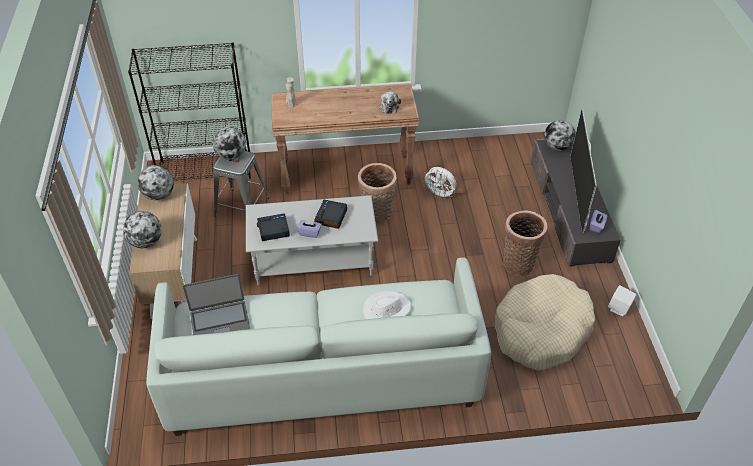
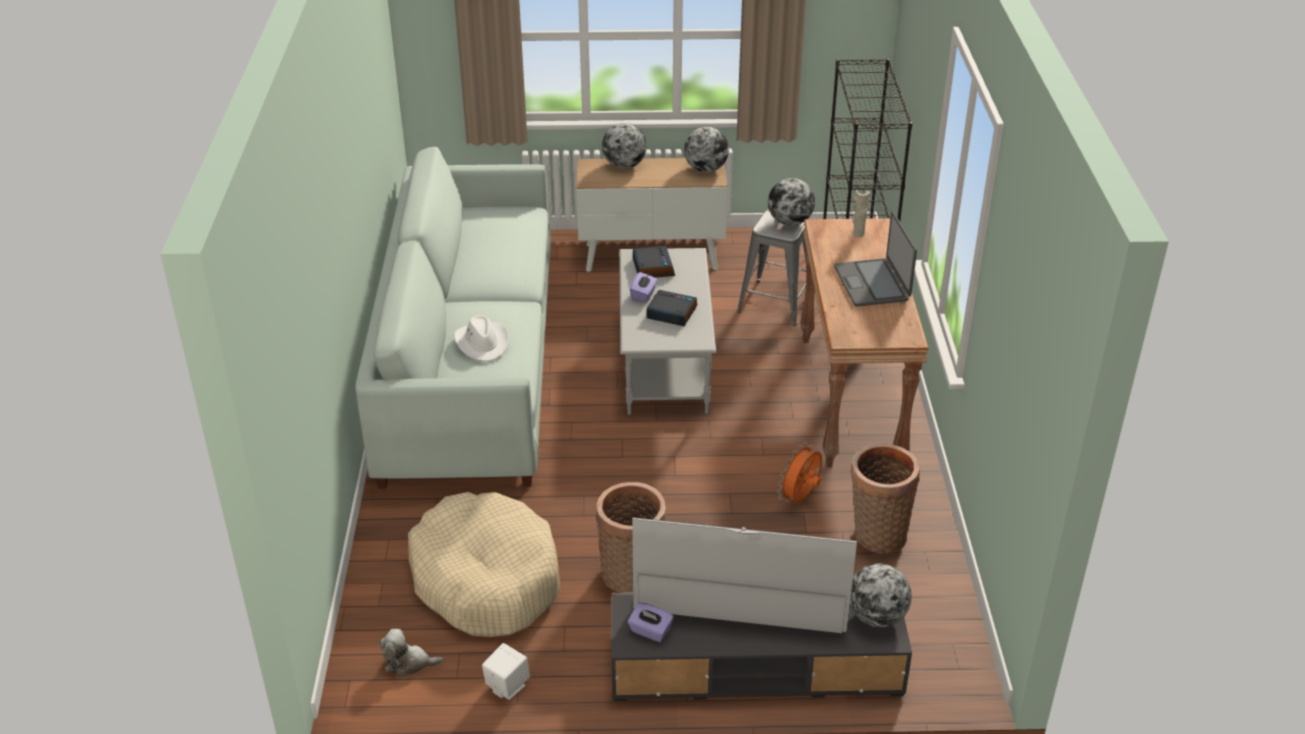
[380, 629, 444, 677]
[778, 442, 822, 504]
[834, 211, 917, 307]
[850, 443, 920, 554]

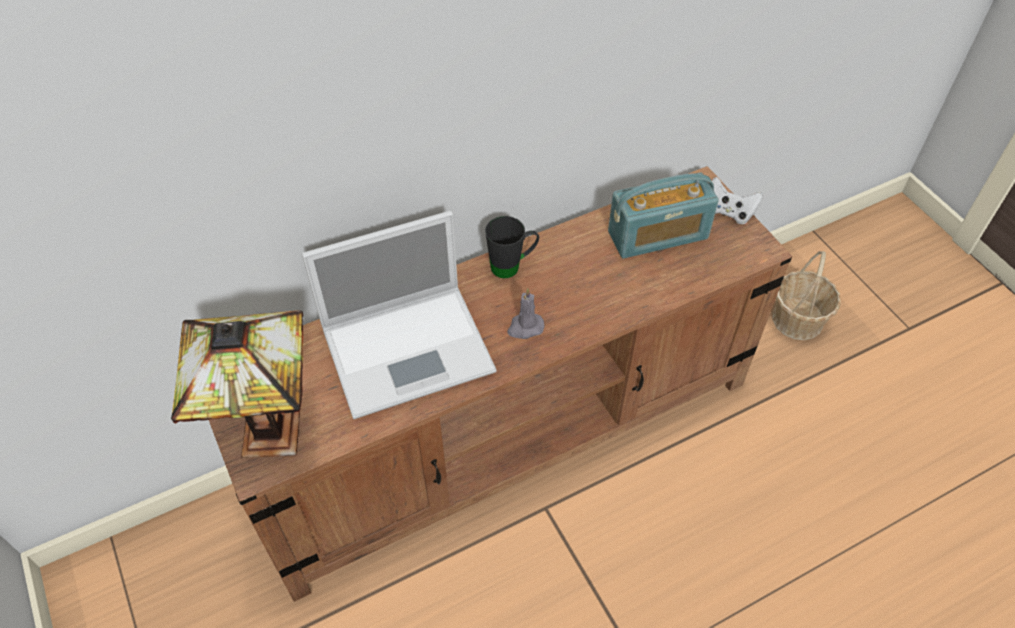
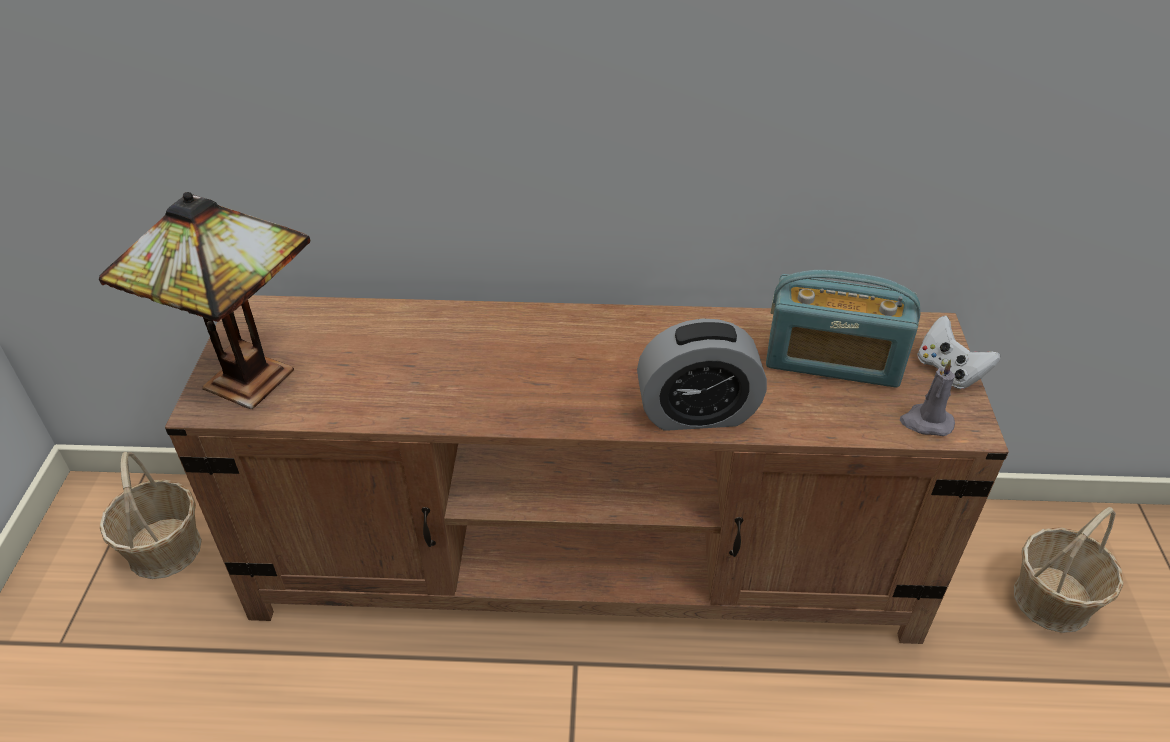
[100, 452, 202, 579]
[637, 318, 767, 431]
[900, 360, 955, 436]
[302, 211, 497, 419] (first image)
[485, 216, 539, 278] (first image)

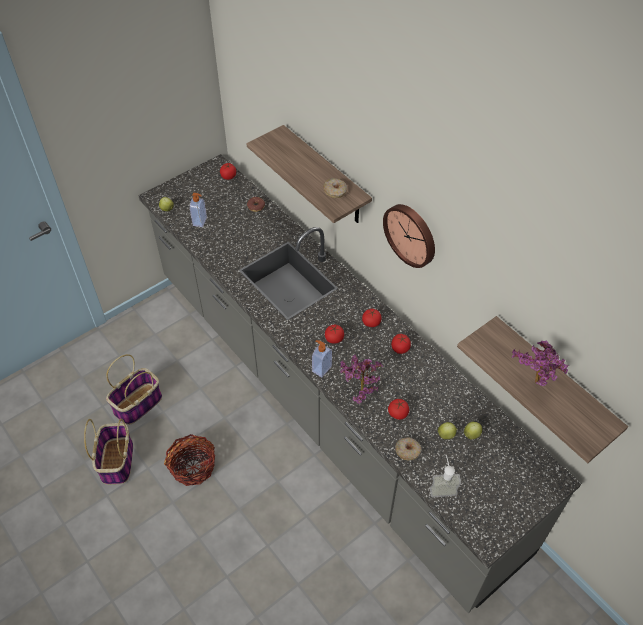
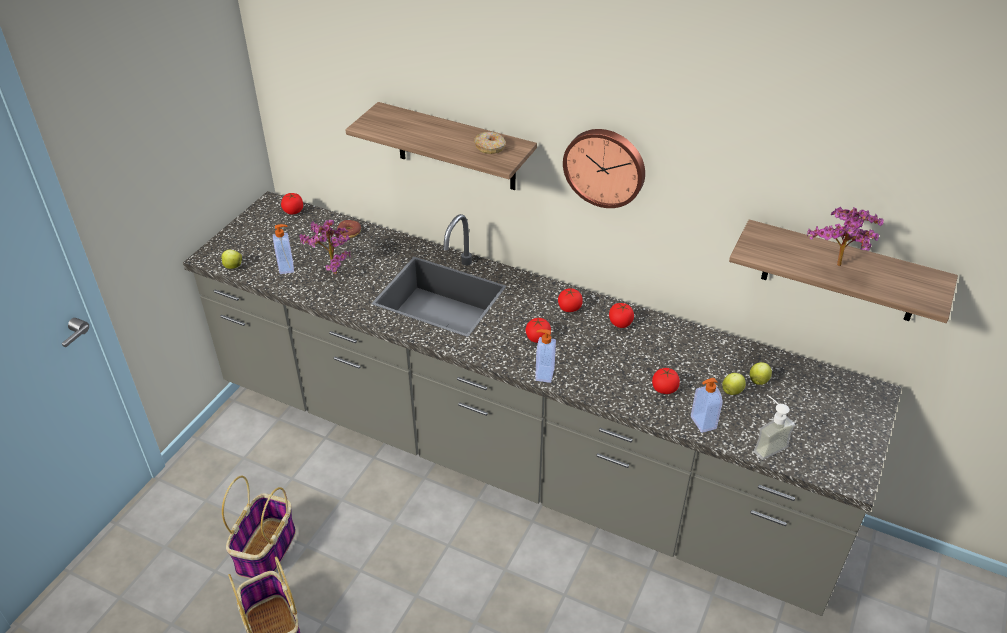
[299, 220, 350, 274]
[691, 378, 722, 433]
[164, 434, 215, 486] (first image)

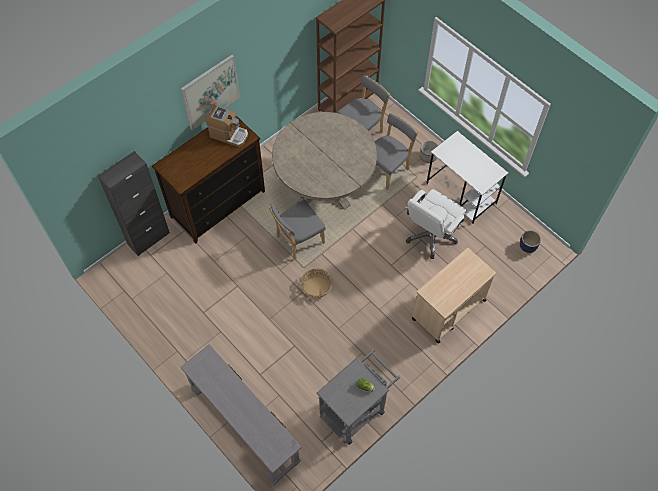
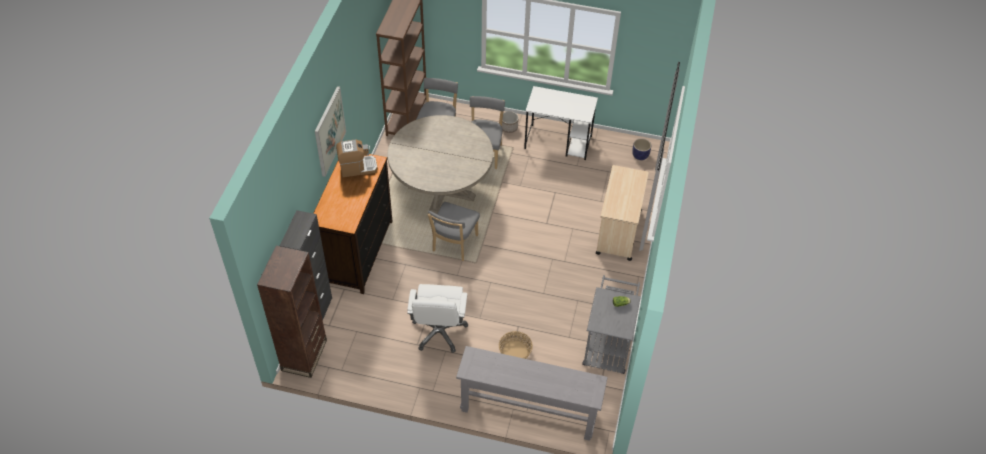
[257, 245, 327, 378]
[407, 284, 468, 353]
[499, 331, 533, 359]

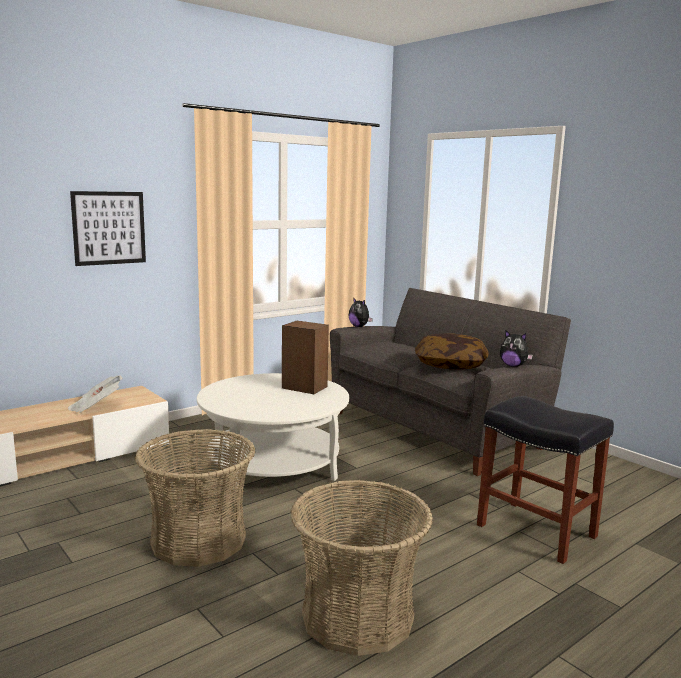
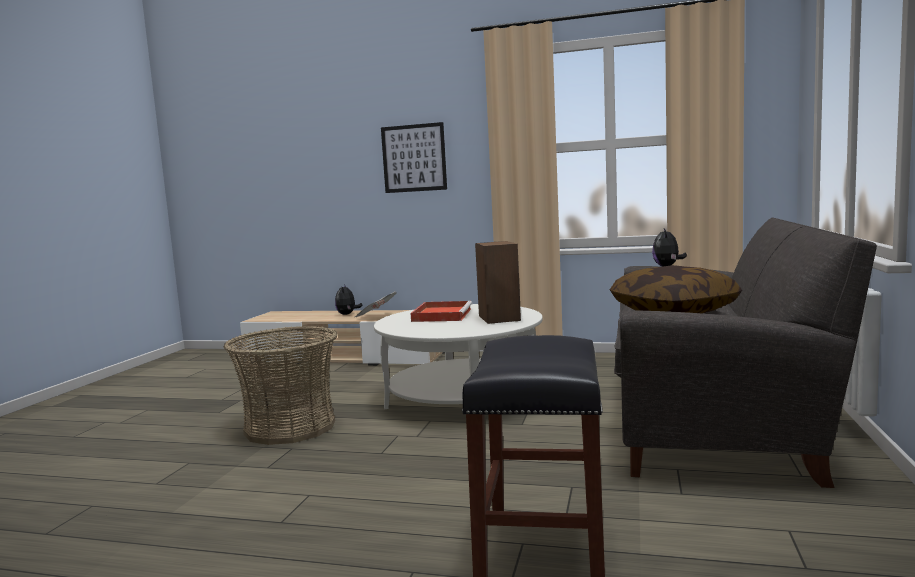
[335, 284, 362, 315]
[411, 301, 472, 322]
[290, 480, 433, 656] (first image)

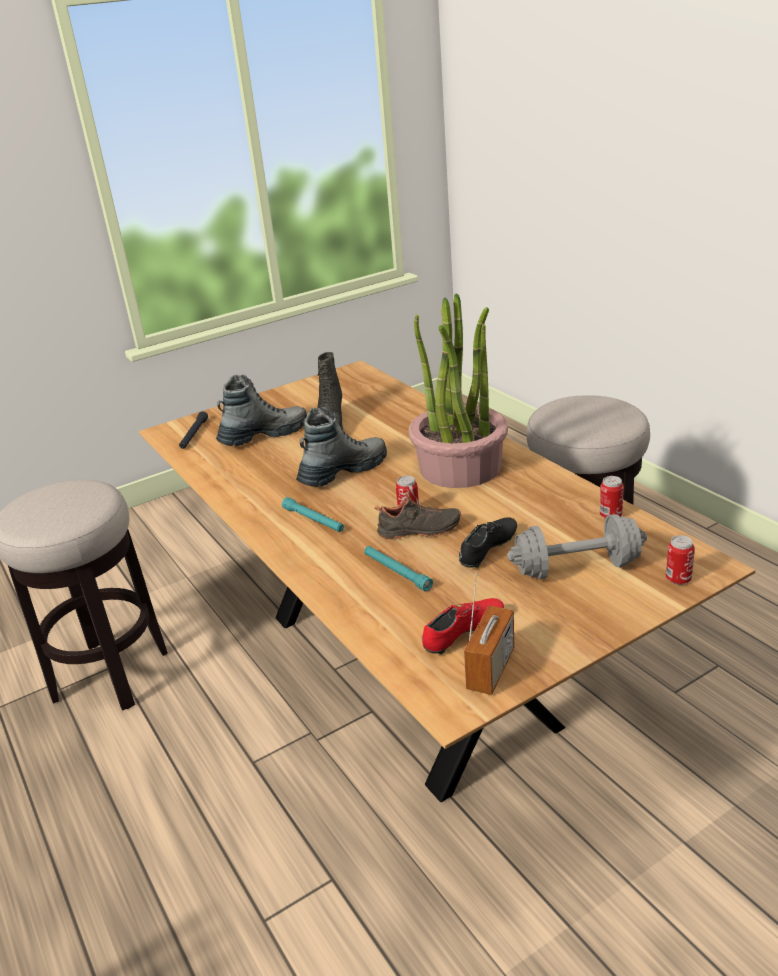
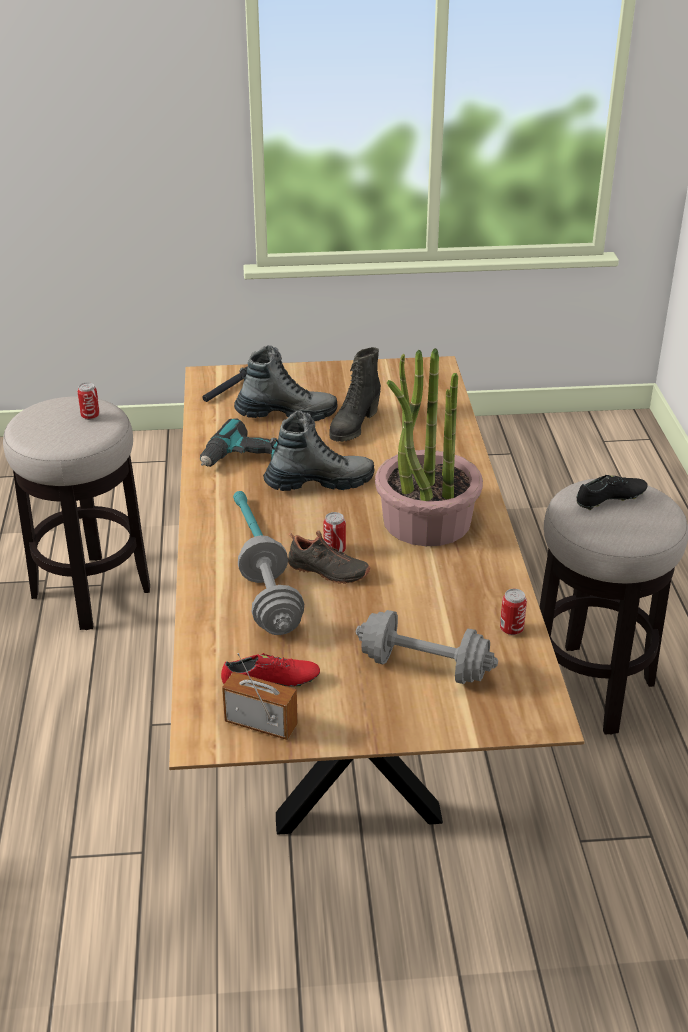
[78, 382, 100, 420]
[200, 418, 277, 467]
[222, 653, 298, 740]
[238, 535, 304, 635]
[577, 475, 648, 510]

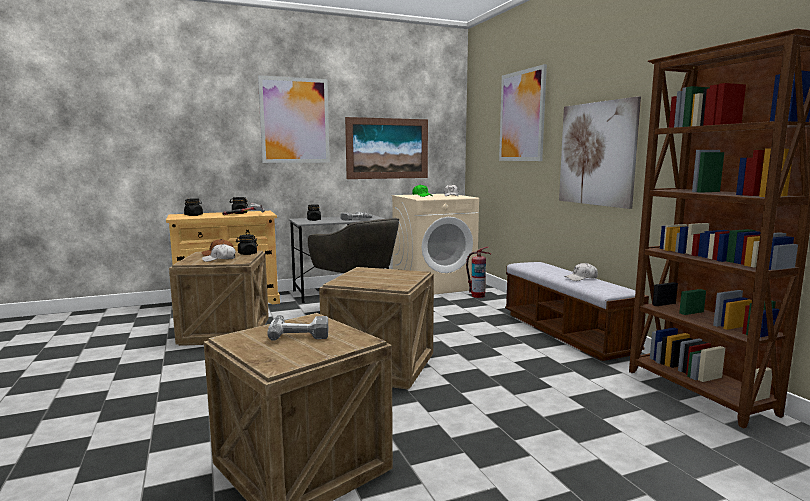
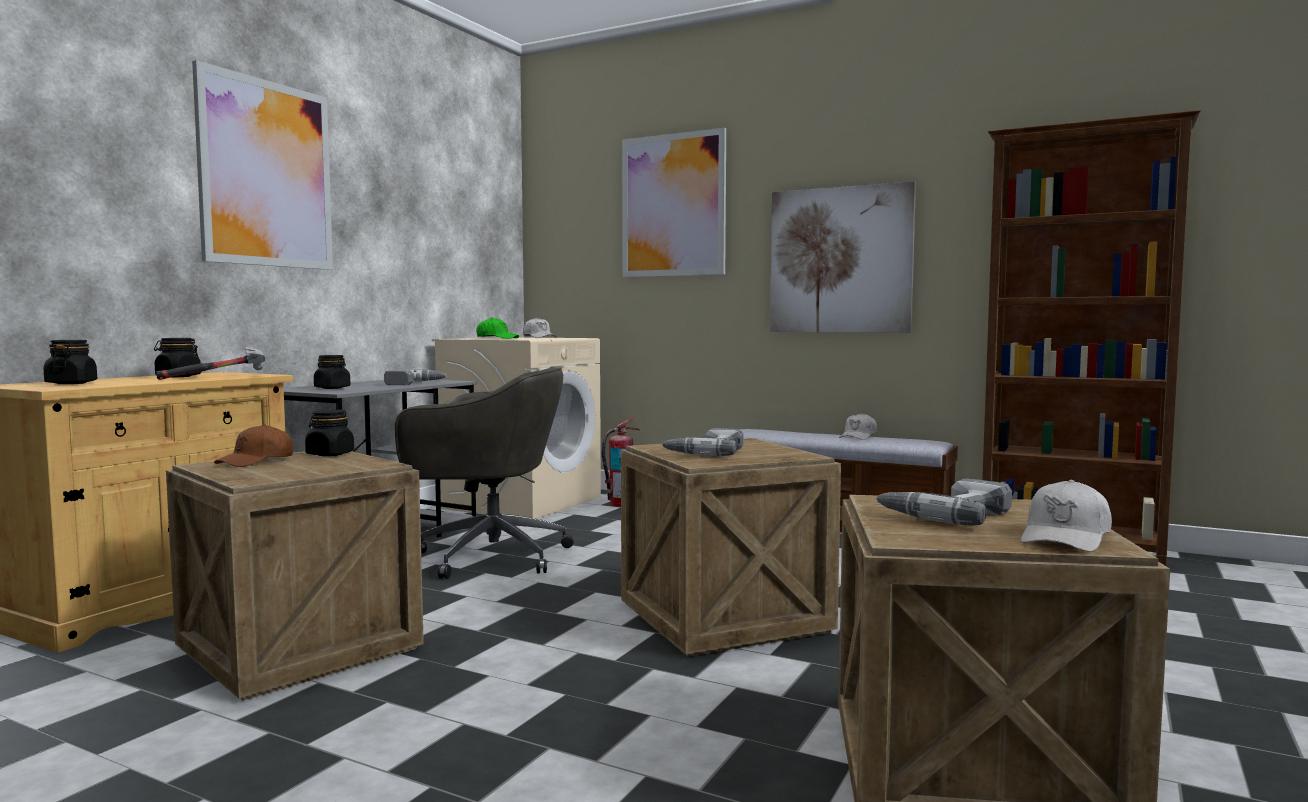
[662, 428, 744, 456]
[1021, 480, 1112, 552]
[345, 117, 428, 179] (first image)

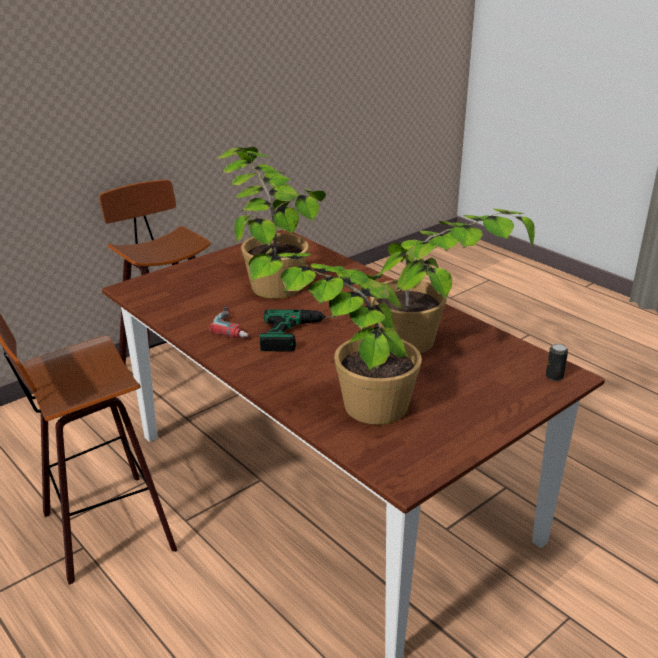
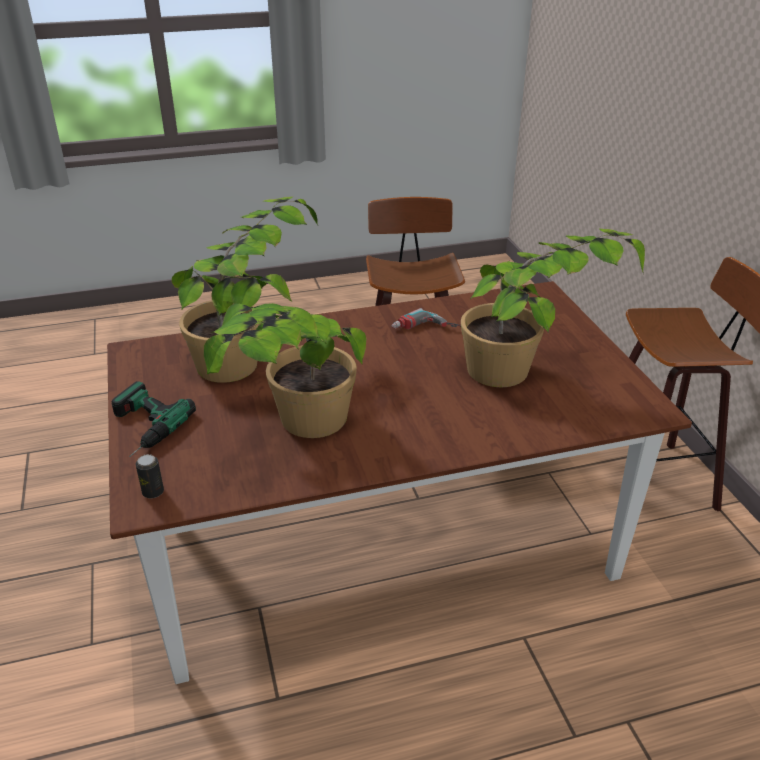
[111, 381, 196, 457]

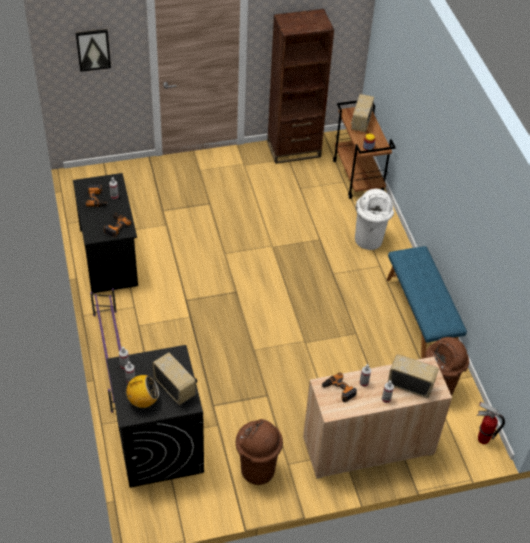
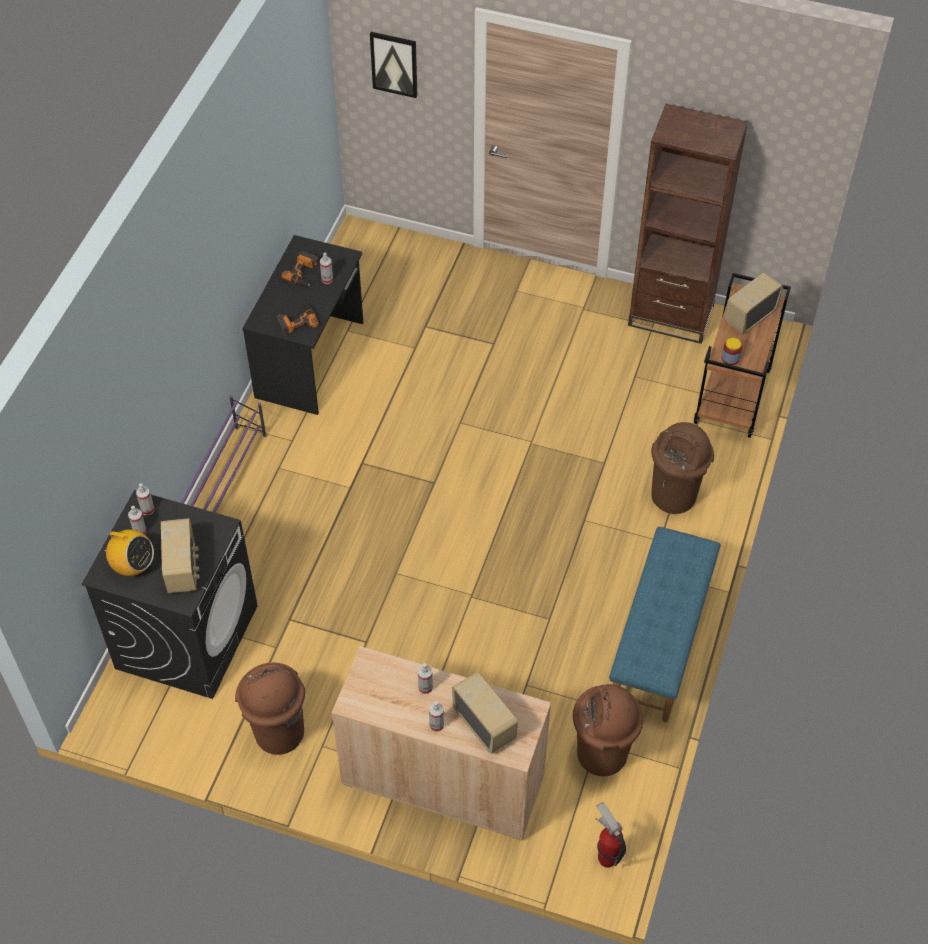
[651, 422, 714, 514]
[321, 372, 357, 402] (first image)

